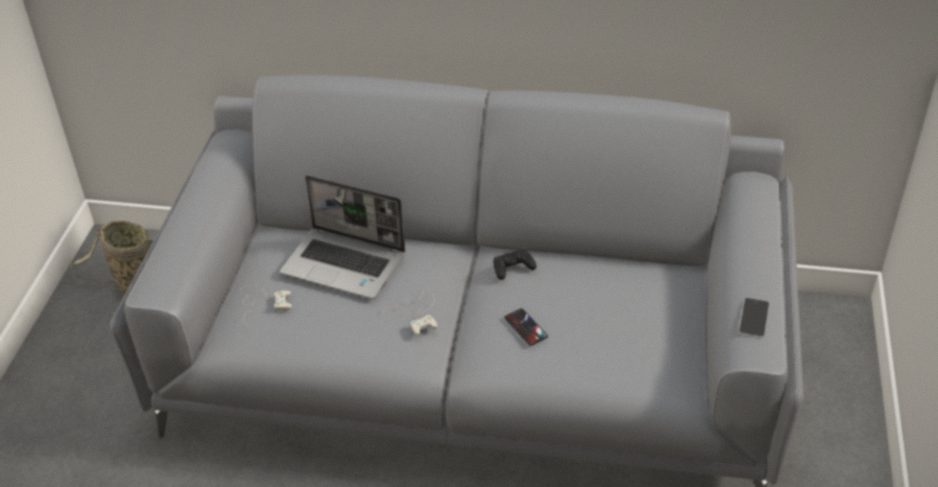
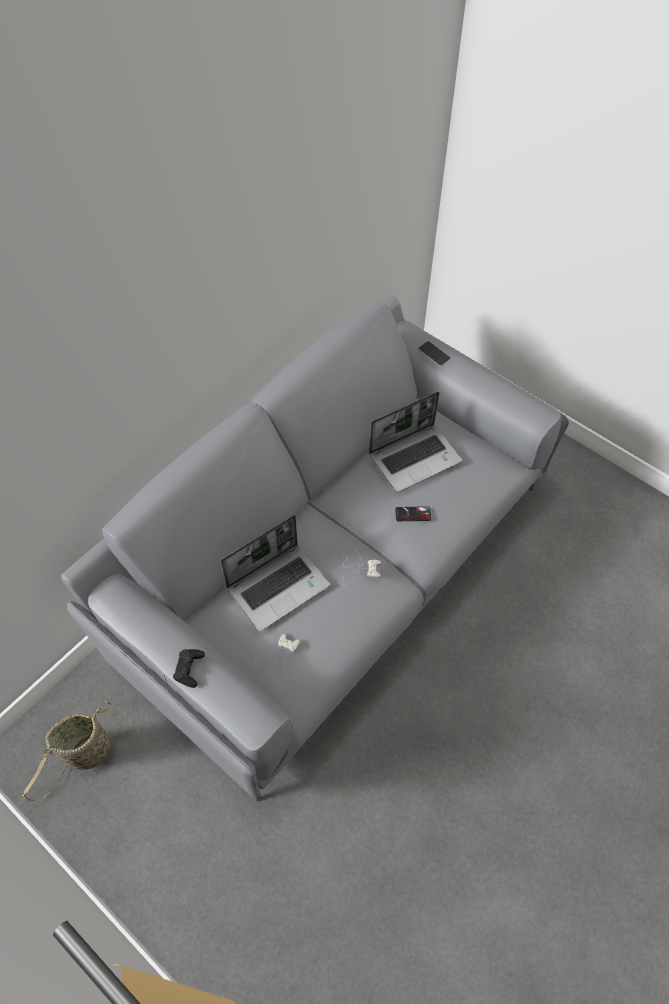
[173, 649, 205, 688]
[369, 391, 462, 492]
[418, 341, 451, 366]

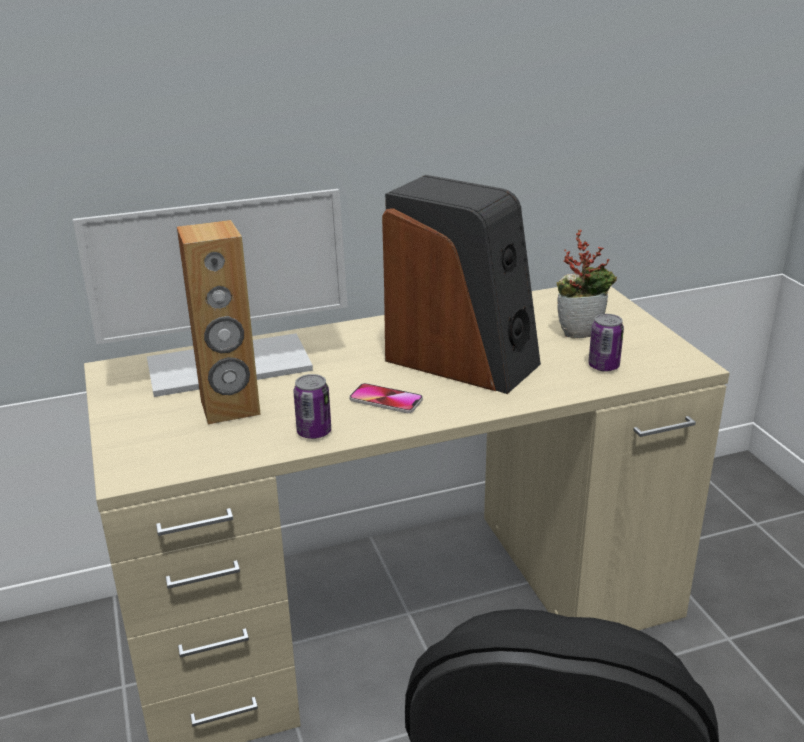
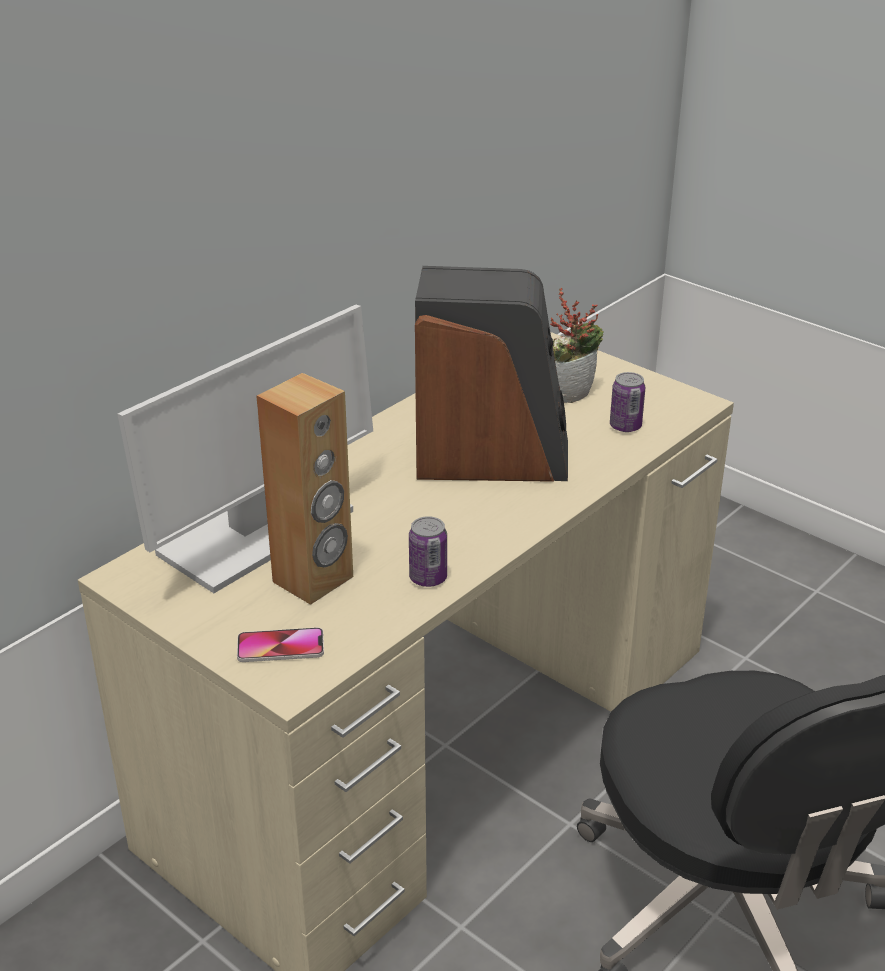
[237, 628, 324, 662]

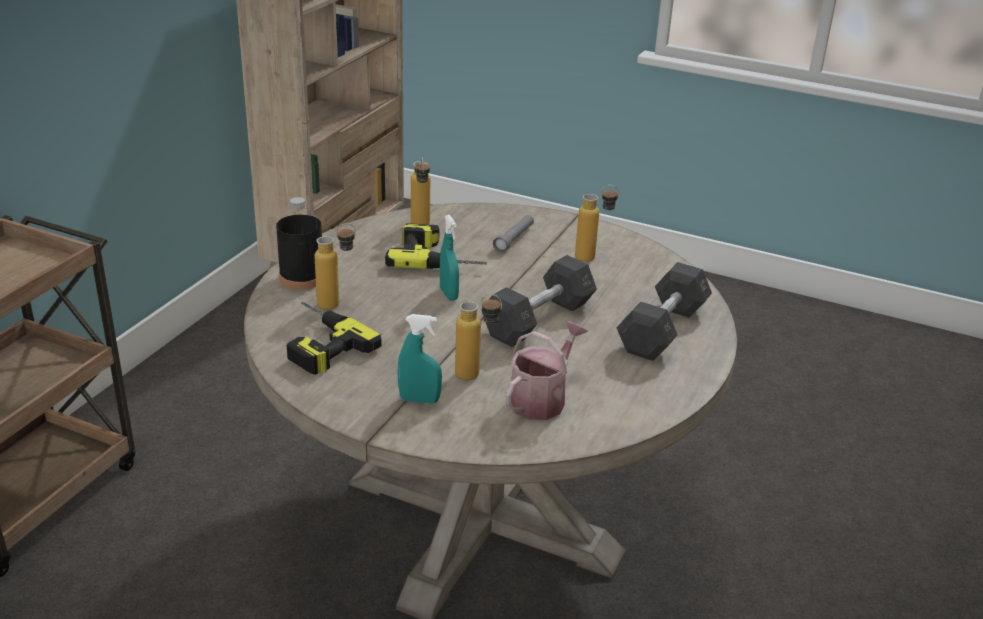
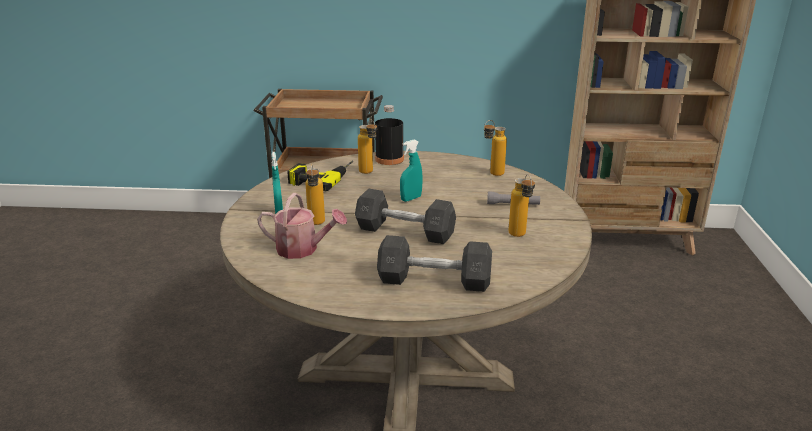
[385, 223, 487, 269] (first image)

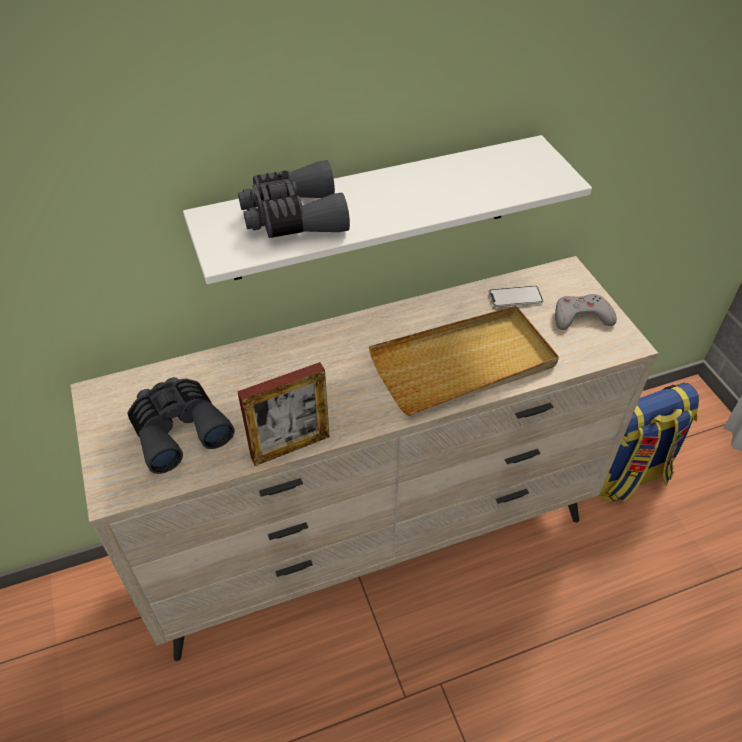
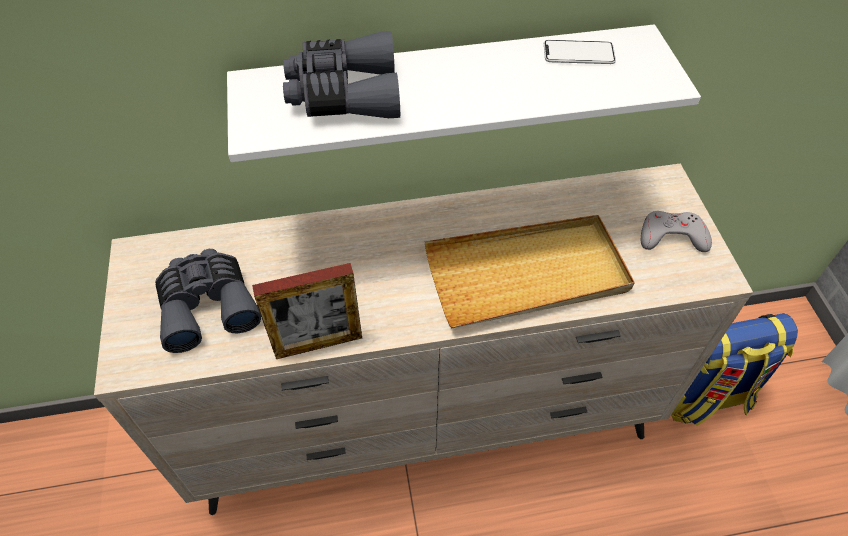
[544, 40, 616, 64]

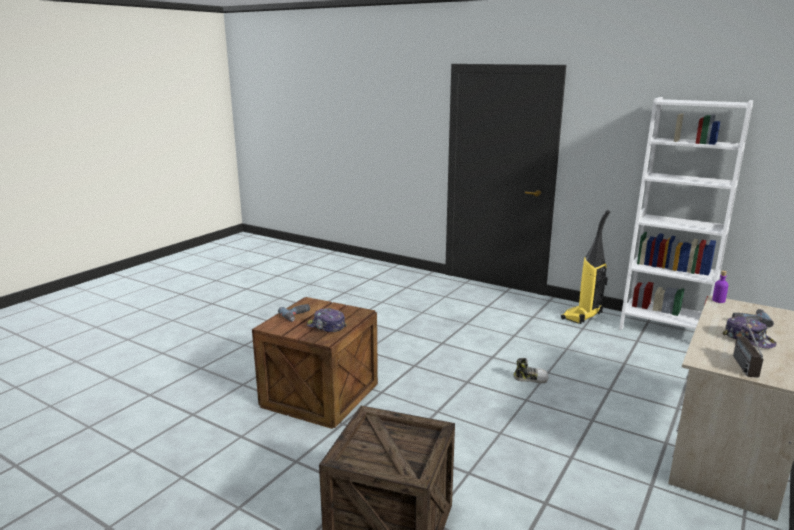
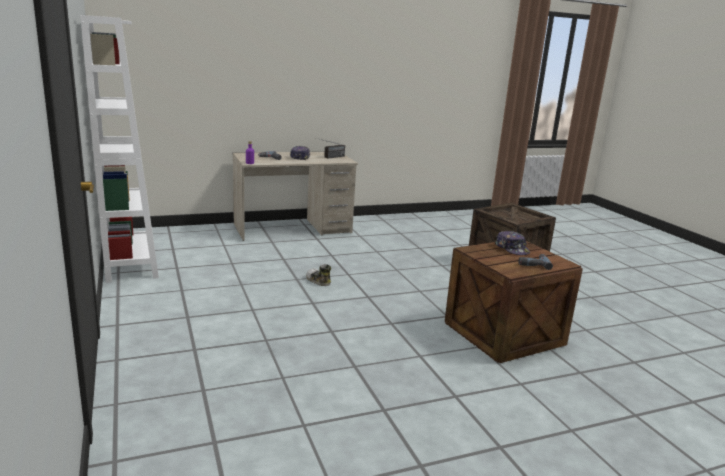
[561, 210, 611, 324] (first image)

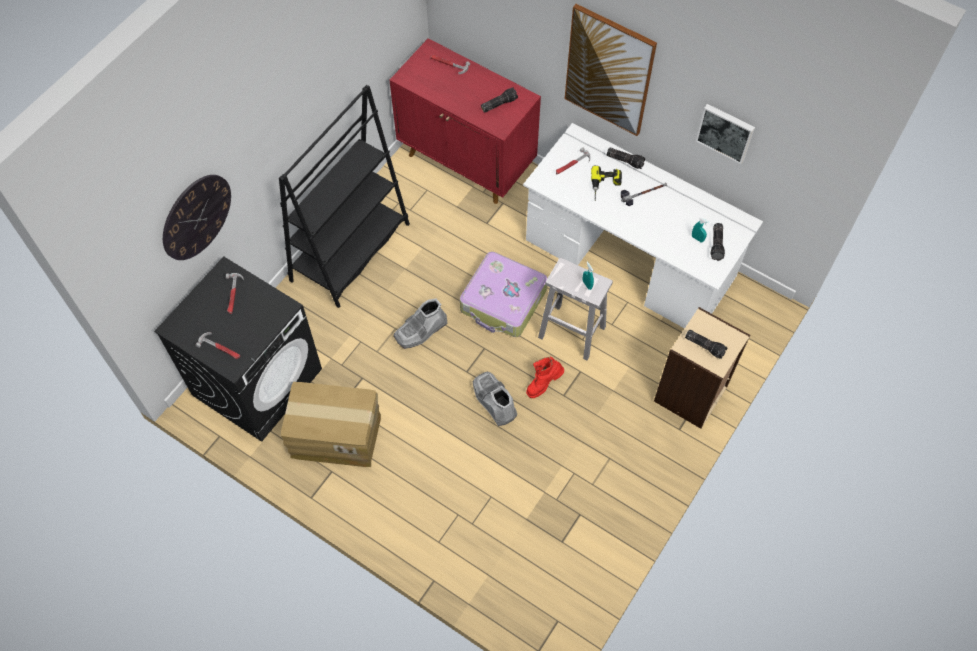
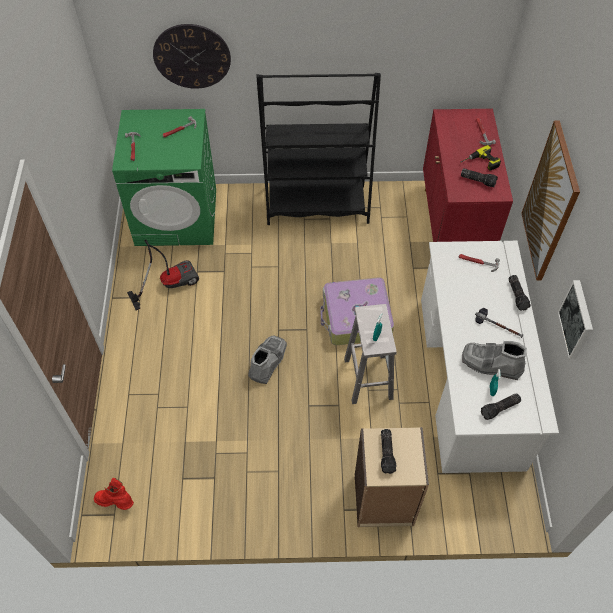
[94, 478, 134, 510]
[112, 109, 216, 246]
[127, 239, 199, 311]
[460, 145, 501, 171]
[462, 341, 527, 380]

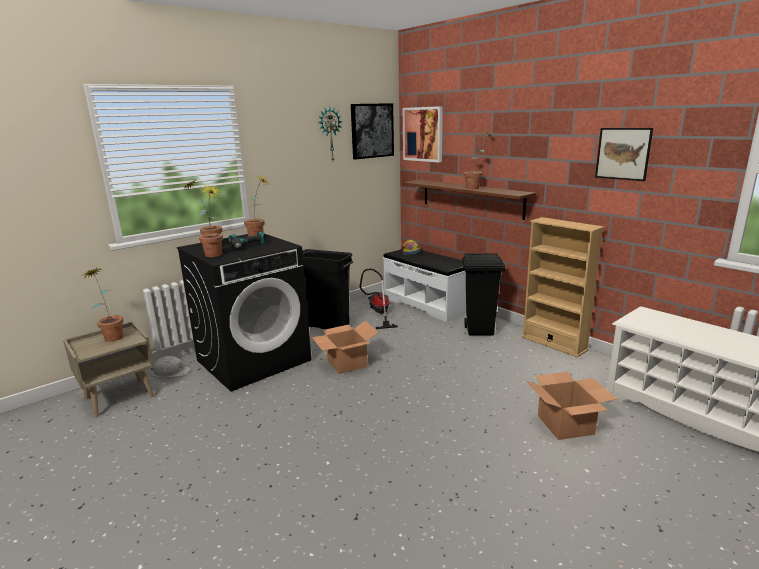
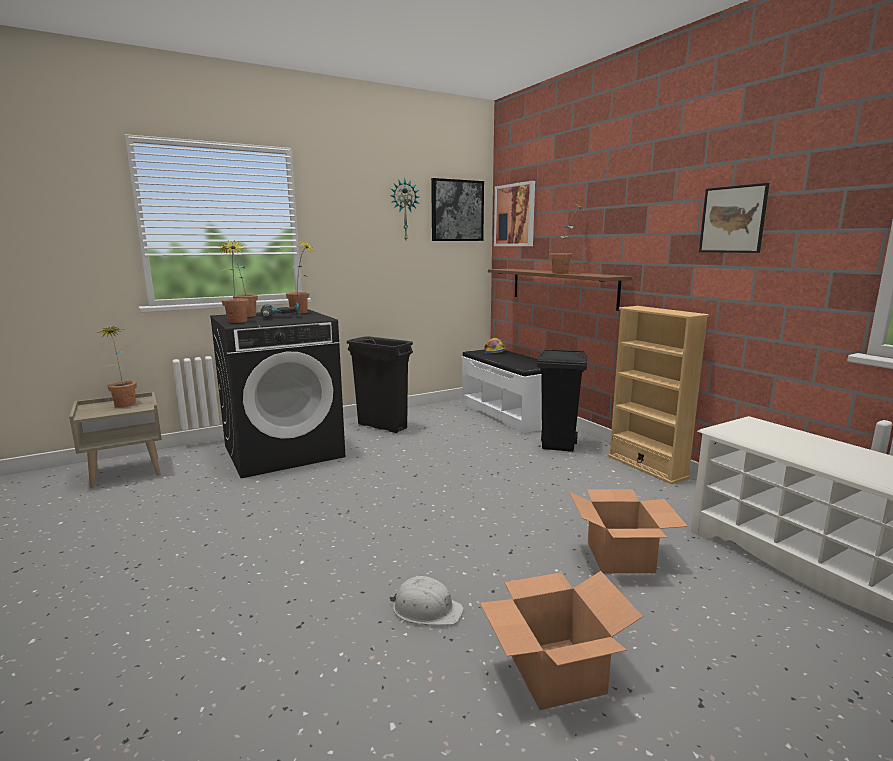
[389, 576, 464, 625]
[480, 571, 643, 710]
[360, 269, 398, 329] (first image)

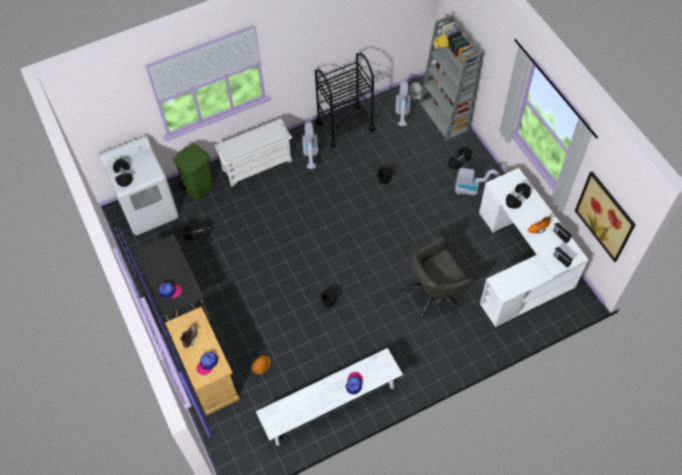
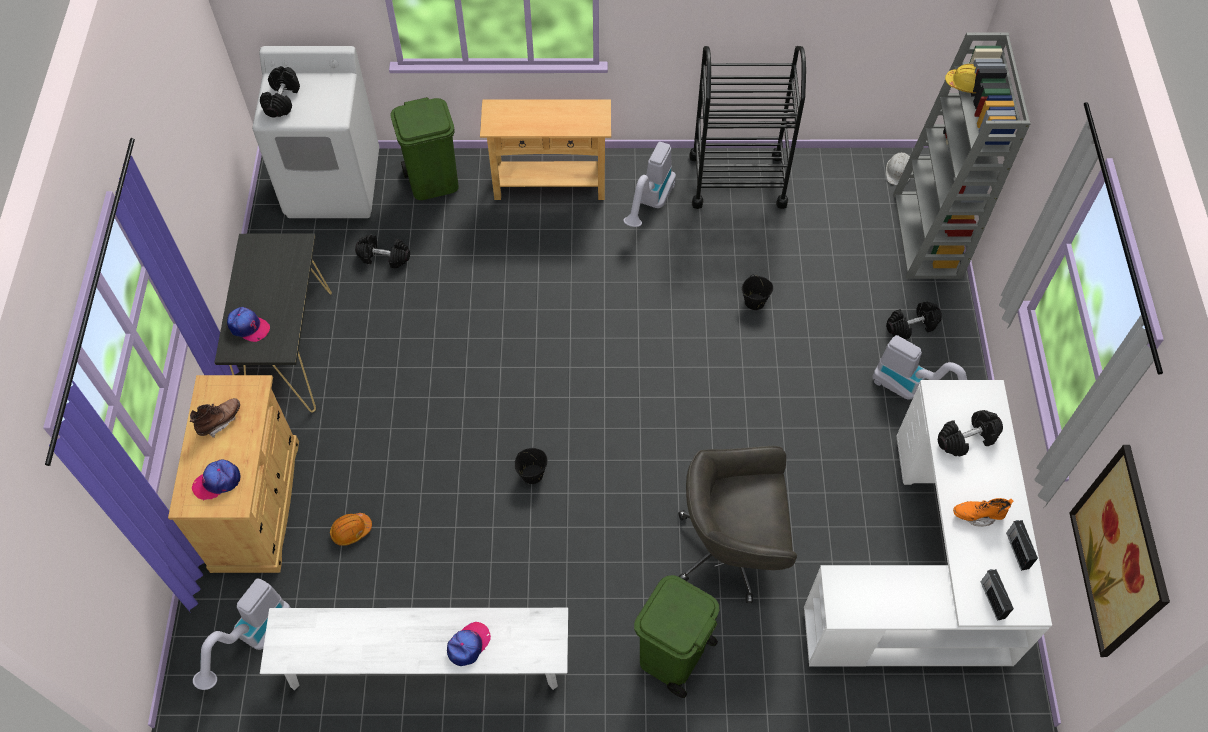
[193, 578, 291, 690]
[480, 100, 611, 200]
[634, 575, 719, 698]

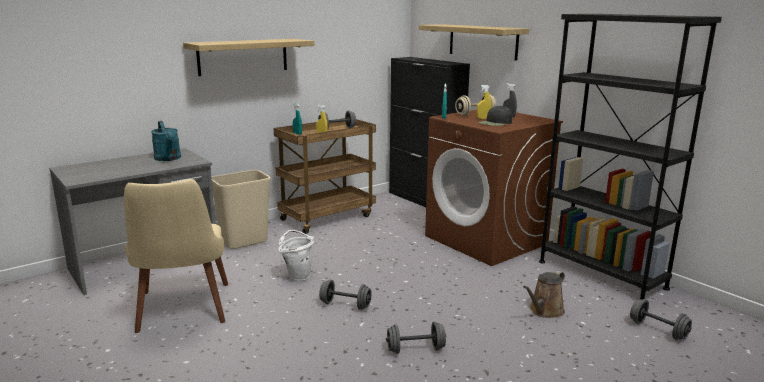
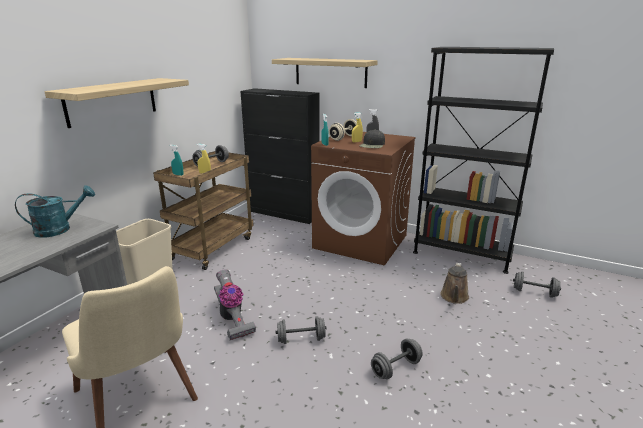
[15, 185, 95, 238]
[214, 269, 256, 340]

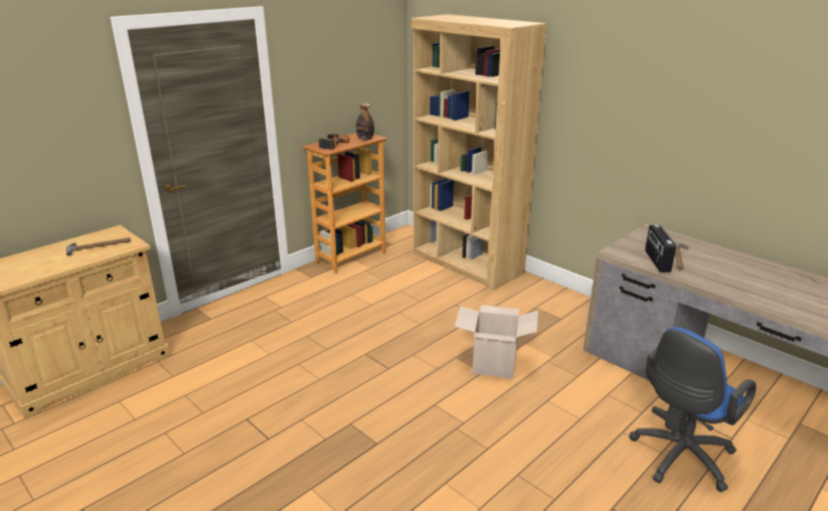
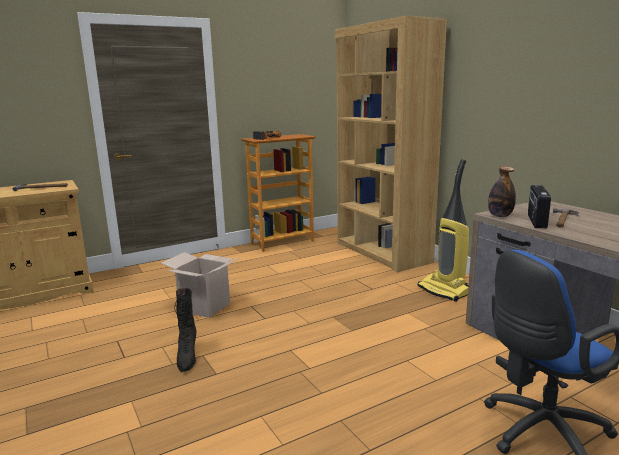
[161, 252, 240, 318]
[174, 288, 196, 372]
[417, 159, 469, 302]
[488, 166, 516, 217]

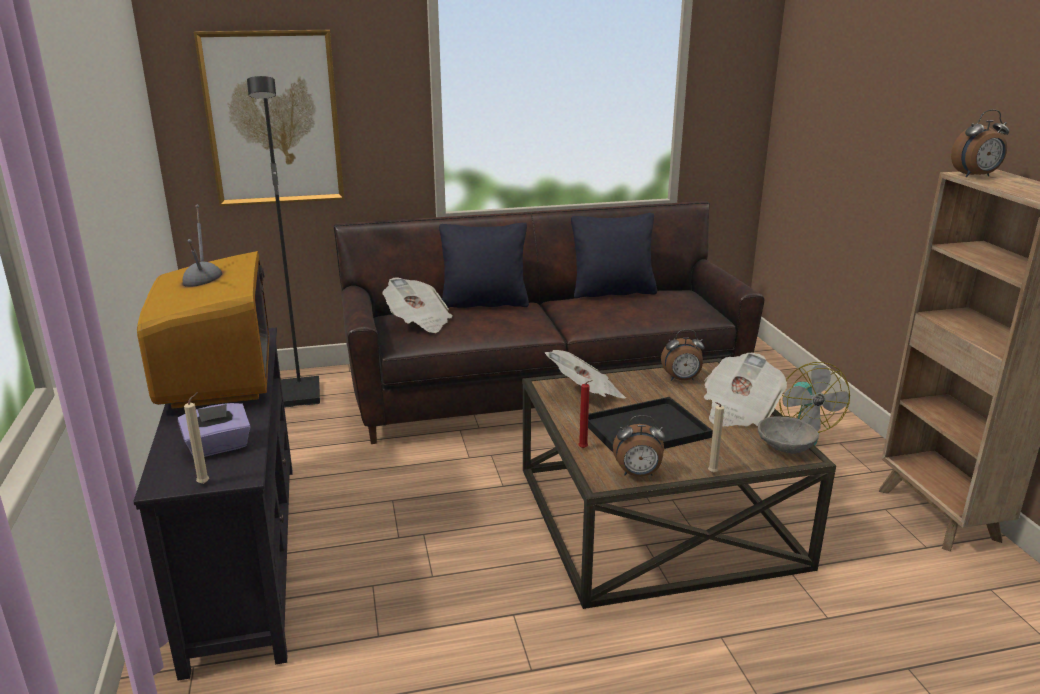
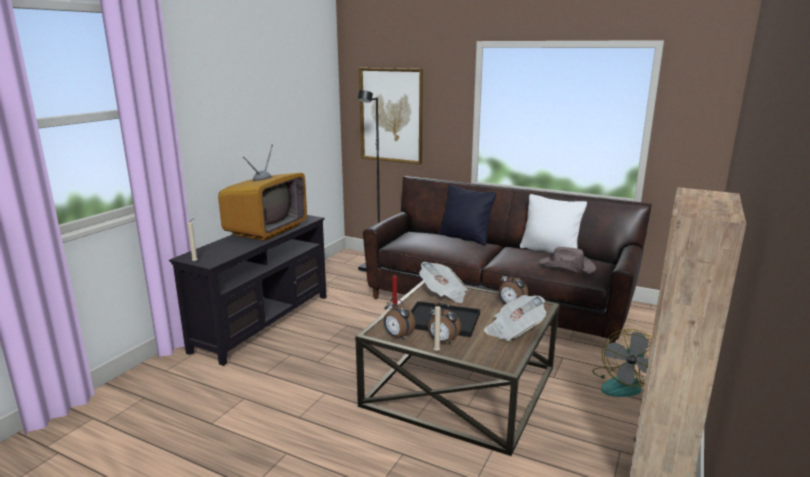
[428, 303, 461, 344]
[520, 194, 587, 254]
[539, 247, 596, 274]
[178, 403, 251, 457] (first image)
[383, 277, 452, 333] (first image)
[758, 416, 819, 454] (first image)

